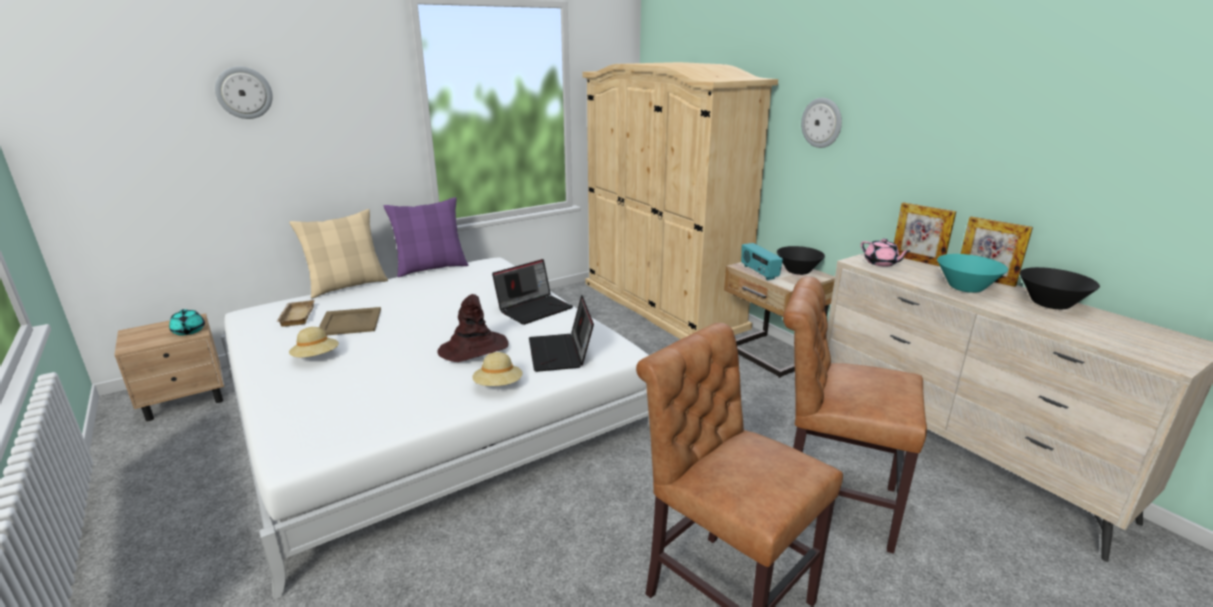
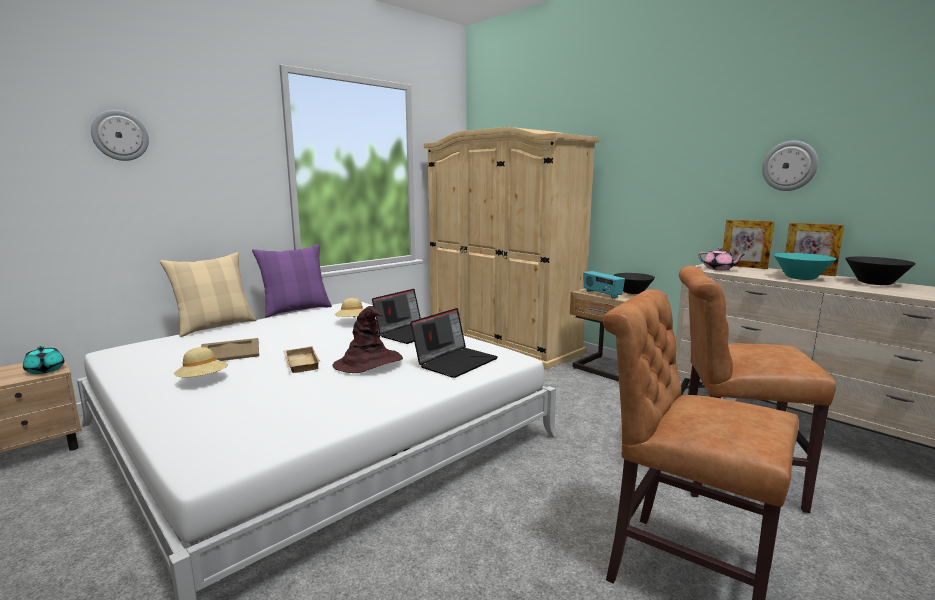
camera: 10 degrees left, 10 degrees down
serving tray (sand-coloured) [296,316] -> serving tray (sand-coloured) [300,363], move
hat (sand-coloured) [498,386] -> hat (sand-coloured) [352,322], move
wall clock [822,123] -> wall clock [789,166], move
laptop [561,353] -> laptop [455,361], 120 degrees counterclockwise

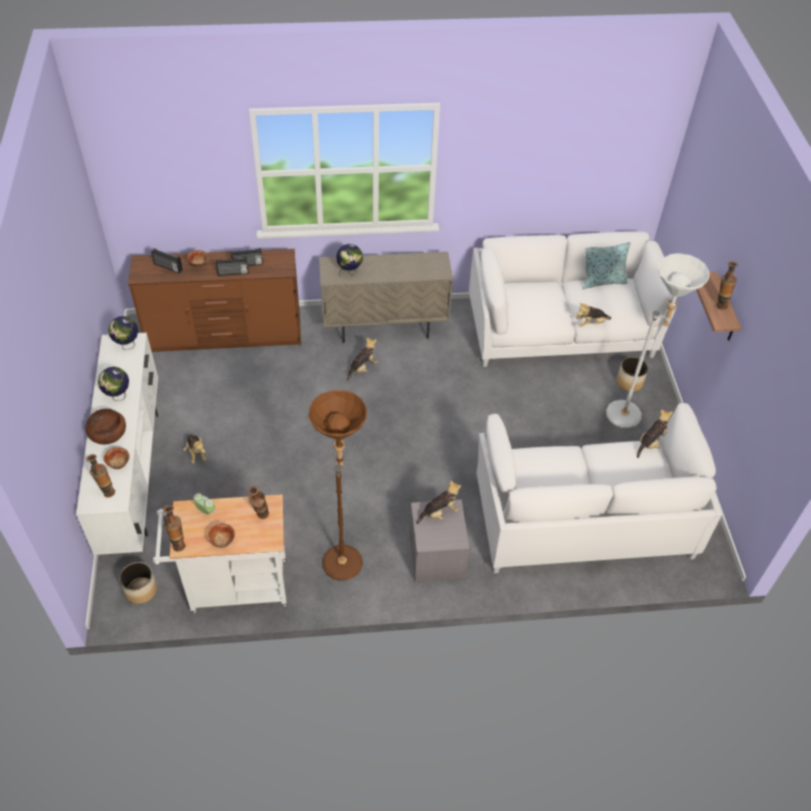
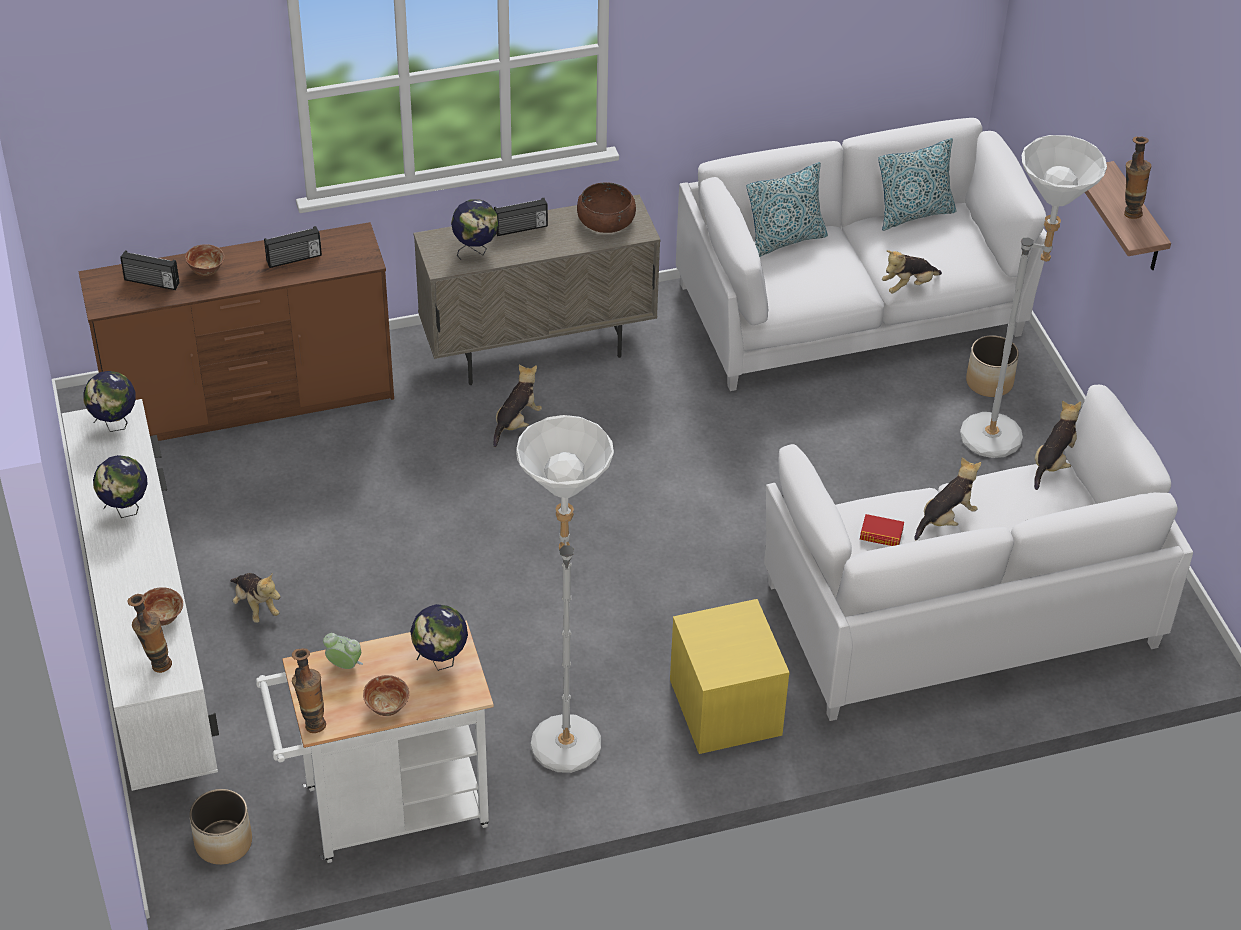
camera: 10 degrees left, 5 degrees down
none -> throw pillow [785,240]
none -> volume [881,535]
deep dish (brown-coloured) [107,433] -> deep dish (brown-coloured) [606,220], move
radio [233,273] -> radio [521,229], move
plush toy [439,512] -> plush toy [946,519], move
vase [261,517] -> desk globe [440,661]
standing lamp (brown-coloured) [343,555] -> standing lamp (white-coloured) [564,732]
night table (grey) [436,556] -> night table (yellow) [725,709]

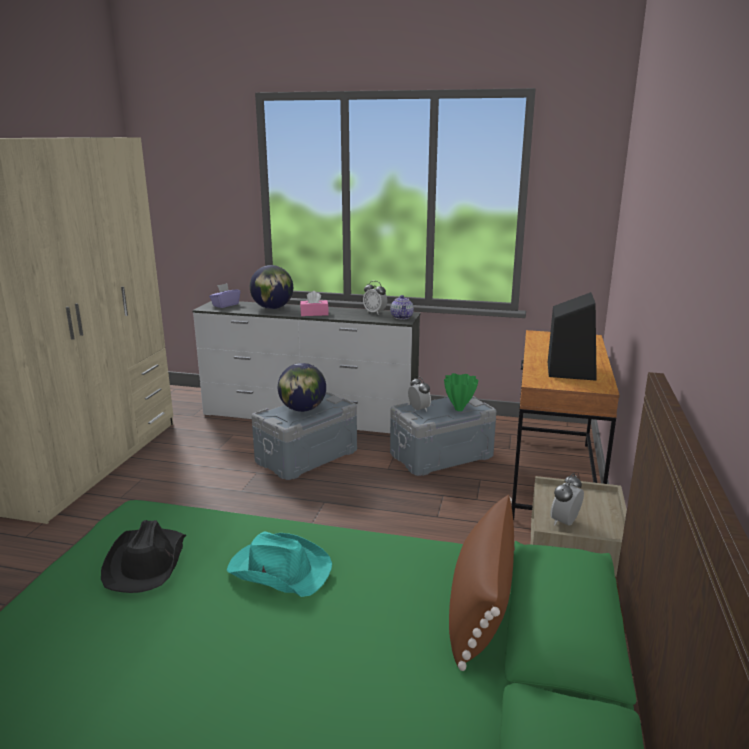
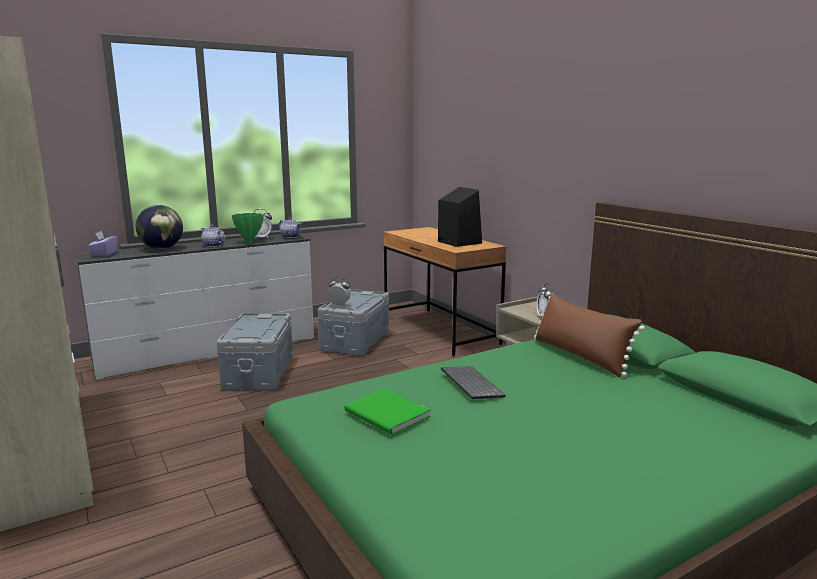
camera: 45 degrees left, 5 degrees down
desk globe [302,409] -> none
vase (green-coloured) [459,409] -> vase (green-coloured) [249,242], move
hat (black-coloured) [146,562] -> volume (green-coloured) [387,415]
hat (turquoise) [279,569] -> computer keyboard [469,384]
tissue holder (pink-coloured) [314,314] -> teapot [213,245]

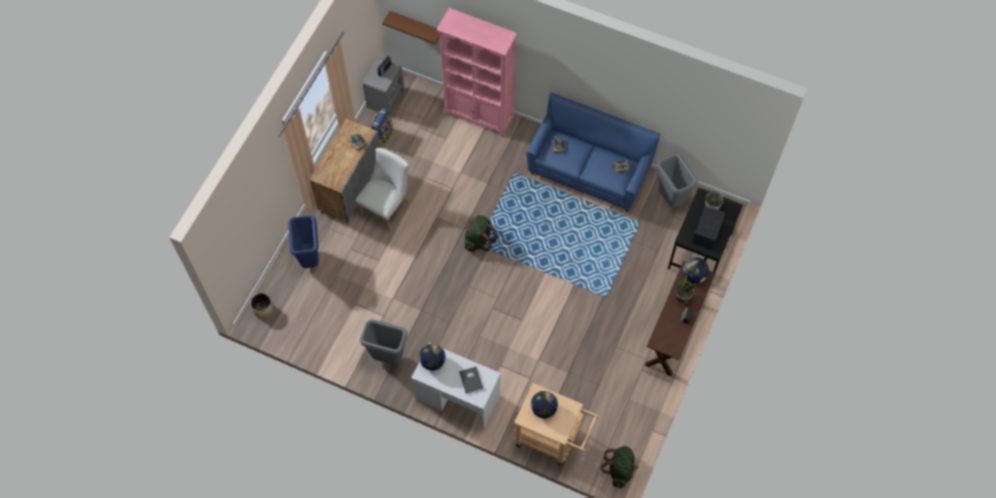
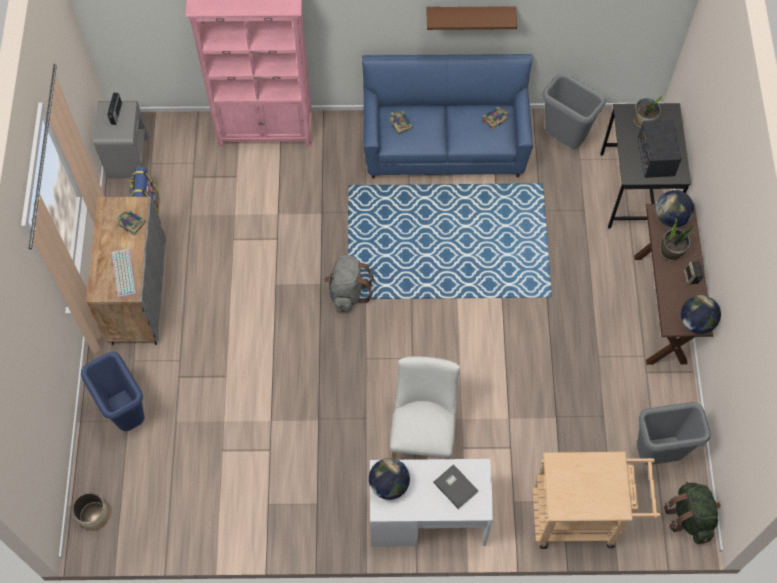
camera: 25 degrees left, 0 degrees up
none -> computer keyboard [122,273]
upright chair (white-coloured) [387,206] -> upright chair (white-coloured) [423,434], move
waste bin (grey) [388,357] -> waste bin (grey) [657,454], move
wall shelf (brown-coloured) [416,26] -> wall shelf (brown-coloured) [470,16], move
desk globe [543,409] -> desk globe [696,322], move
rucksack (green-coloured) [479,240] -> rucksack (grey) [348,292]

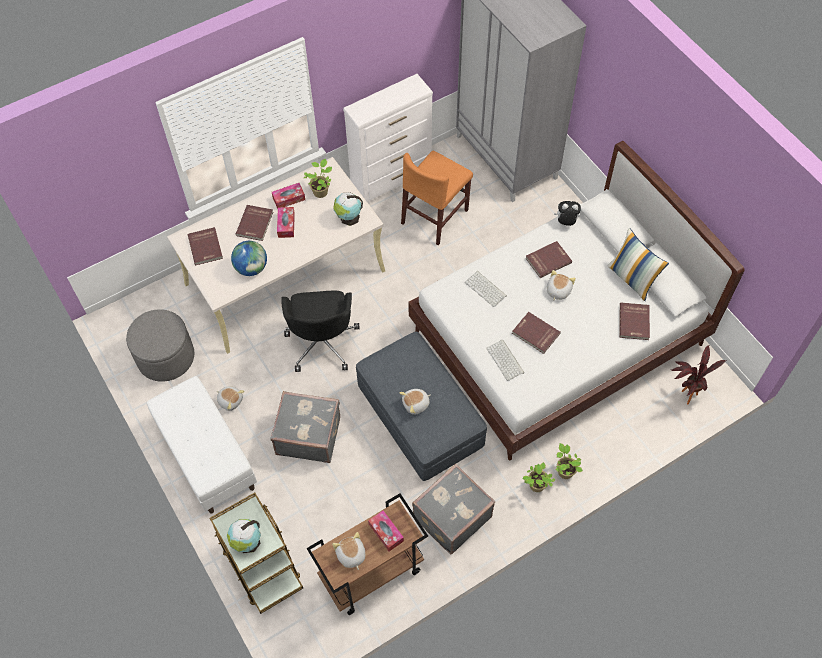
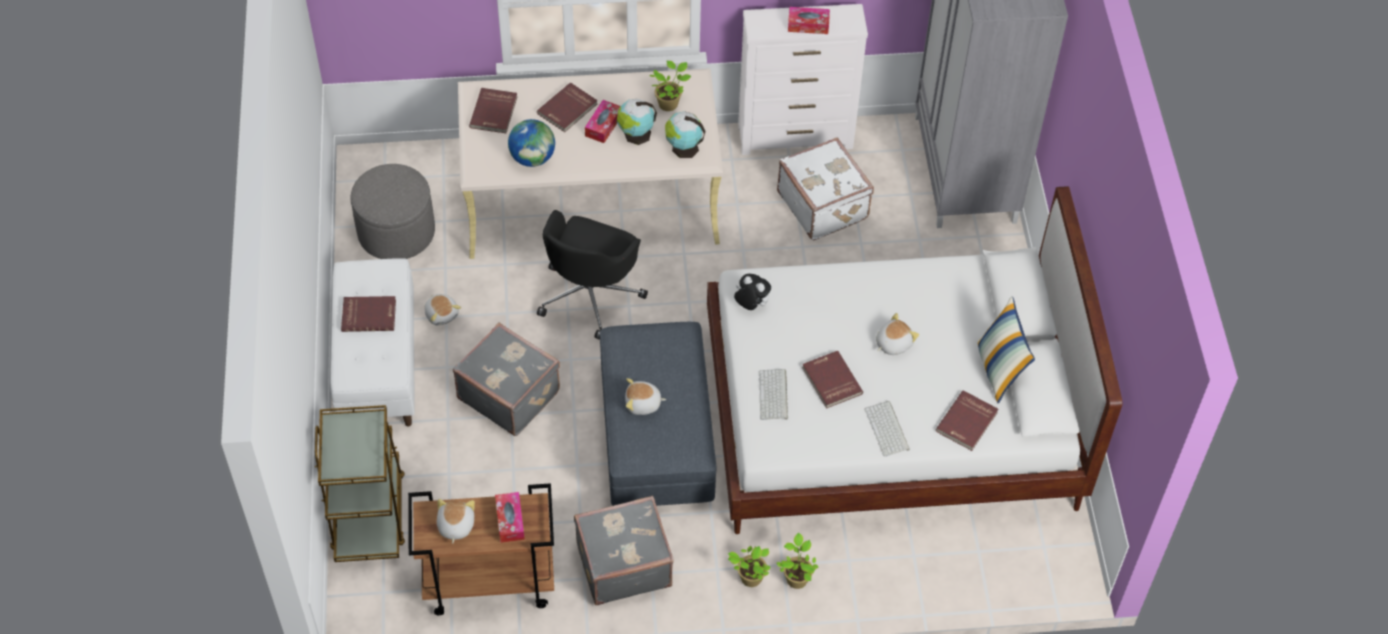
camera: 25 degrees right, 5 degrees down
houseplant [684,394] -> none
desk globe [247,543] -> desk globe [636,135], move
tissue holder [289,199] -> tissue holder [808,25], move
computer keyboard [486,289] -> computer keyboard [888,429], move
volume (red) [548,260] -> volume (red) [369,315], move
plush toy [566,222] -> plush toy [751,305], move
upright chair (orange-coloured) [435,216] -> travel case (white-coloured) [823,204]

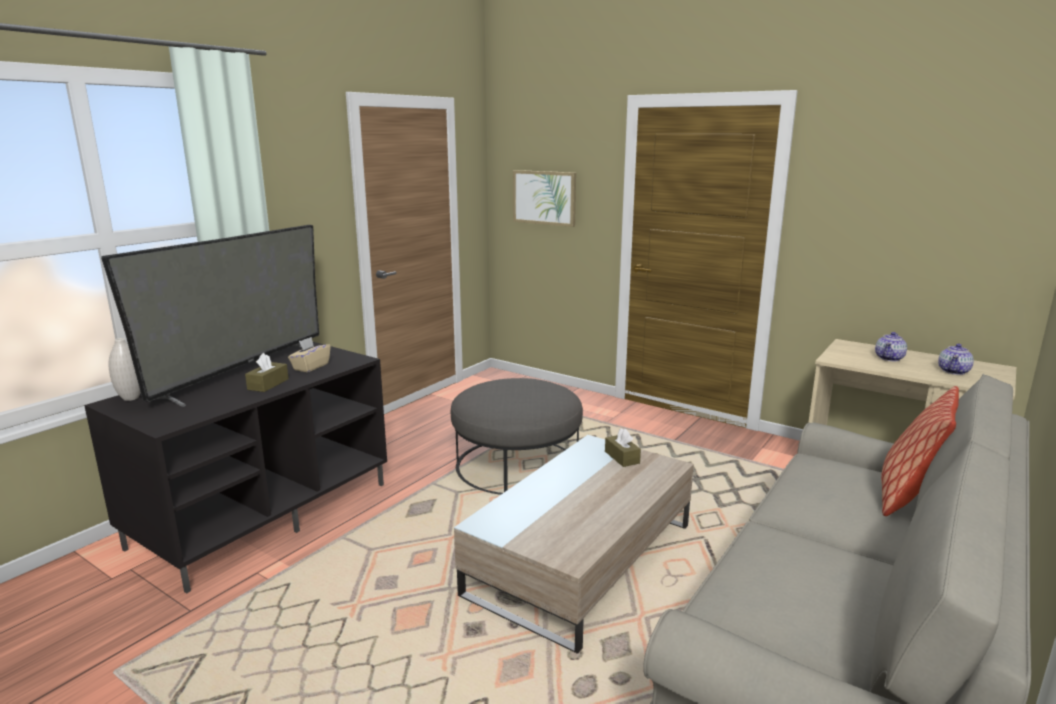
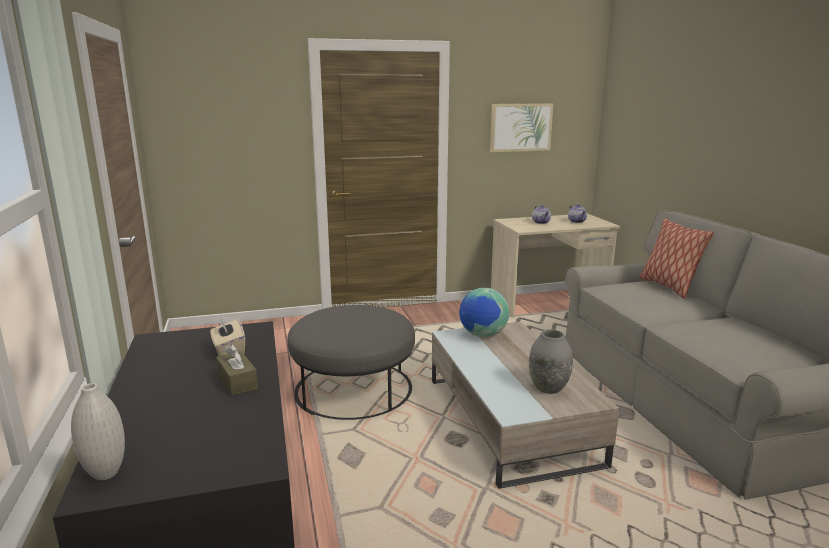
camera: 50 degrees left, 0 degrees up
TV set [243,372] -> none
none -> vase (grey) [548,388]
picture [544,197] -> picture [520,127], move
tissue holder (brown-coloured) [622,457] -> desk globe [482,335]

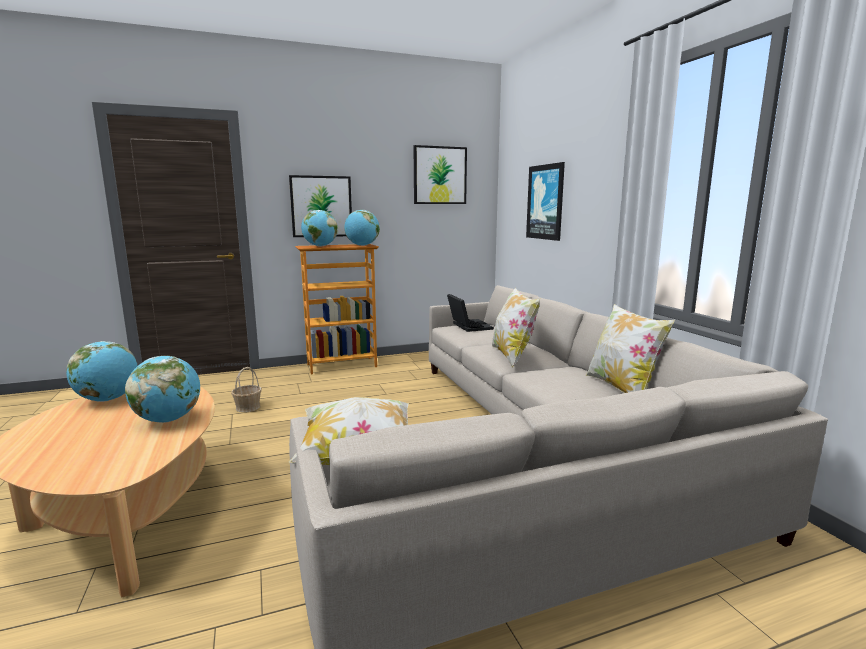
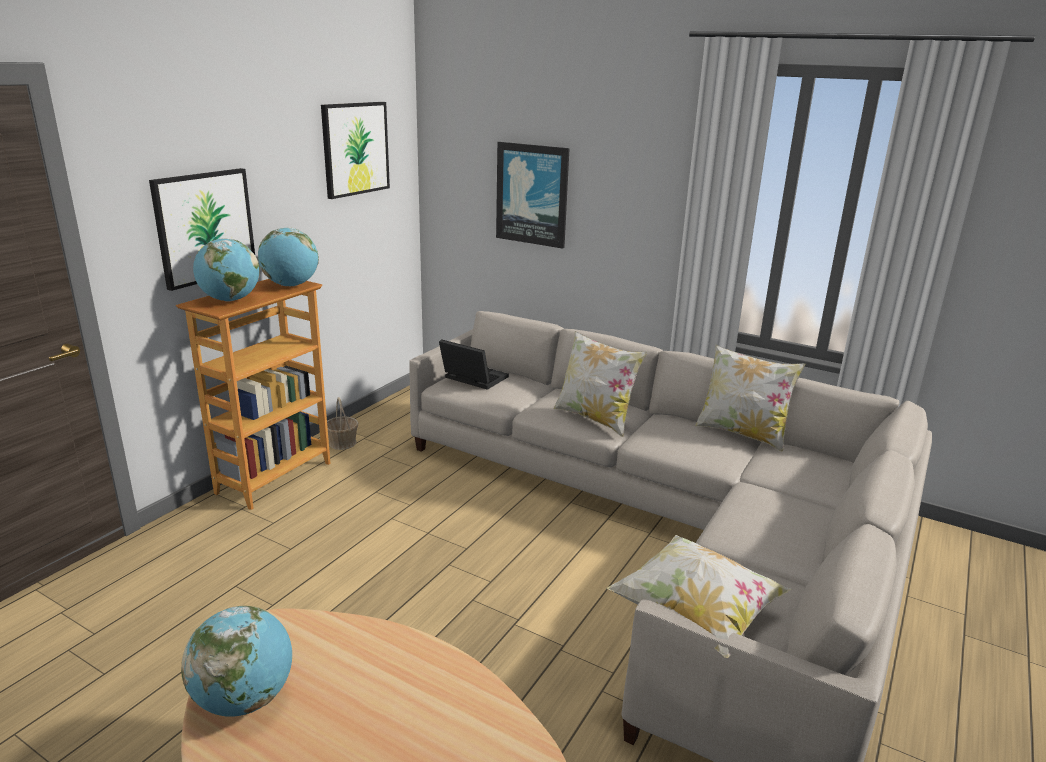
camera: 40 degrees left, 10 degrees up
desk globe [168,419] -> none
storage basket [247,407] -> storage basket [342,443], move

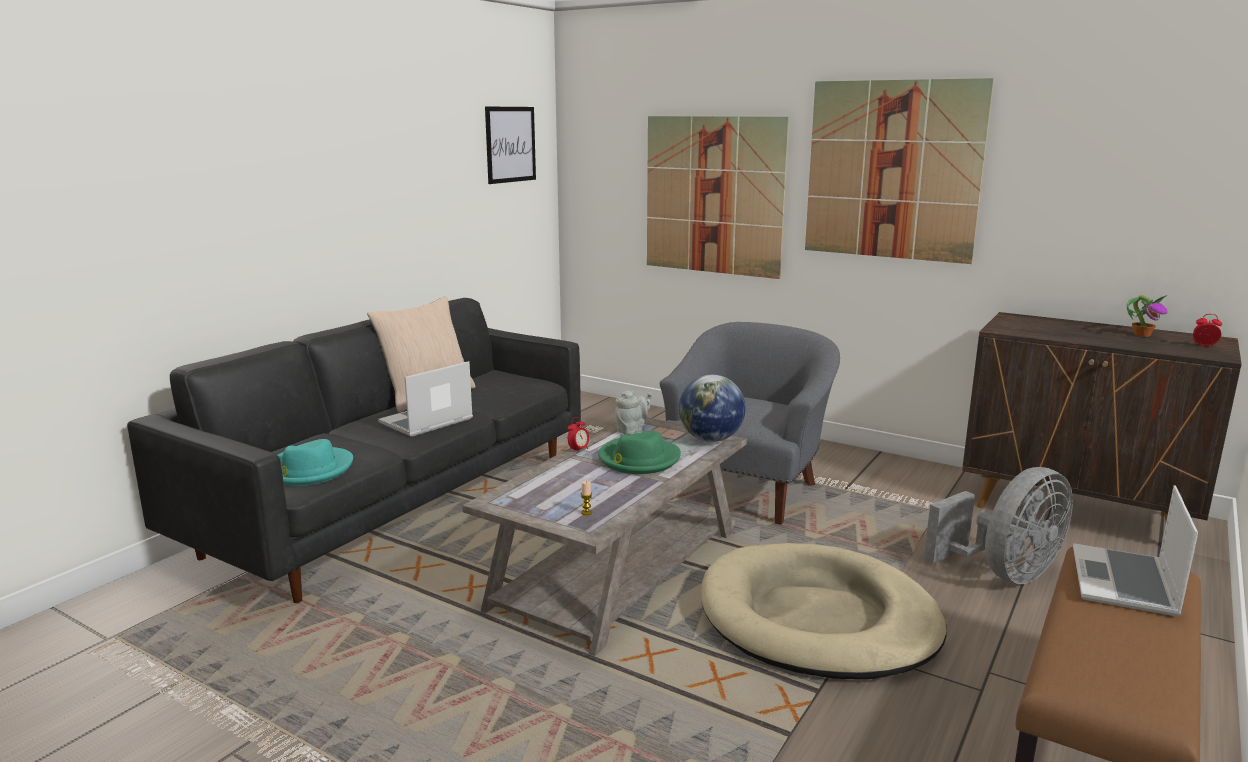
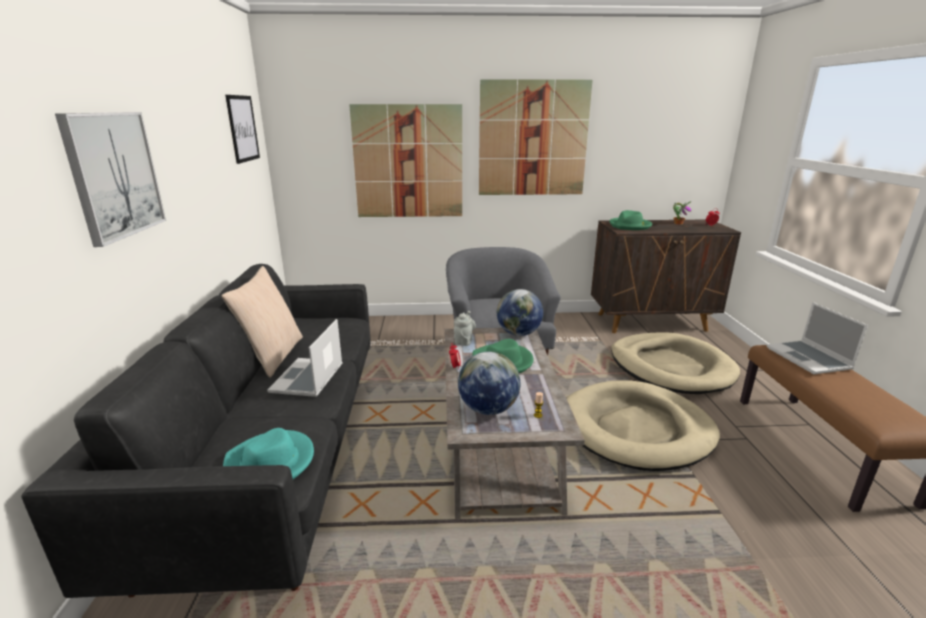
camera: 35 degrees left, 5 degrees up
none -> picture [114,175]
none -> desk globe [488,409]
none -> hat (green-coloured) [630,226]
fan (grey) [1004,573] -> dog bed (sand-coloured) [670,367]

